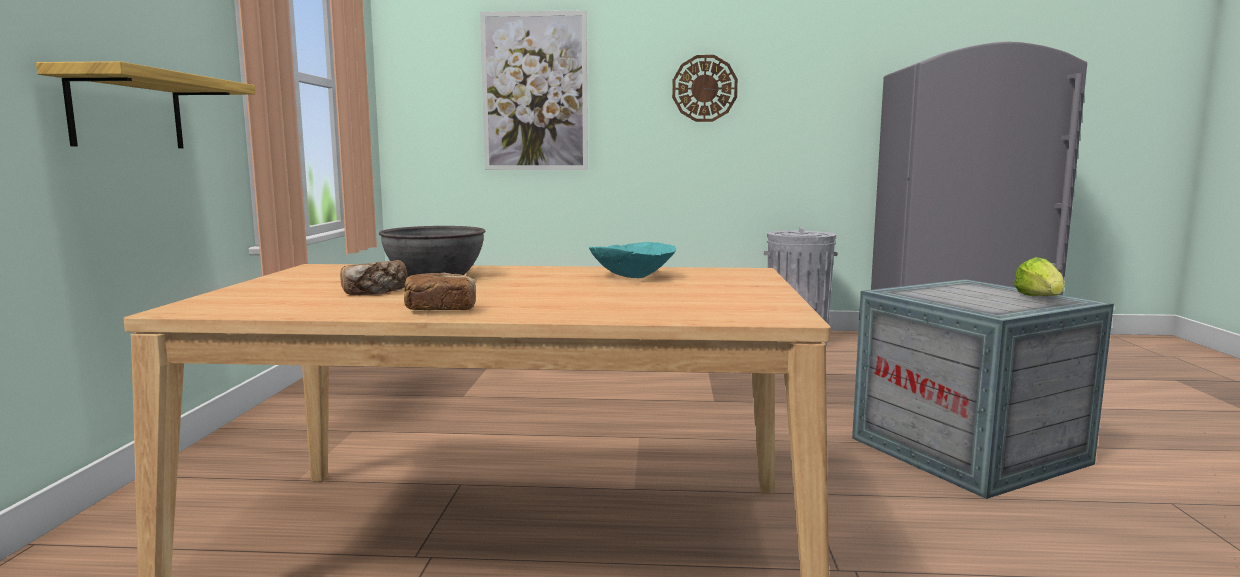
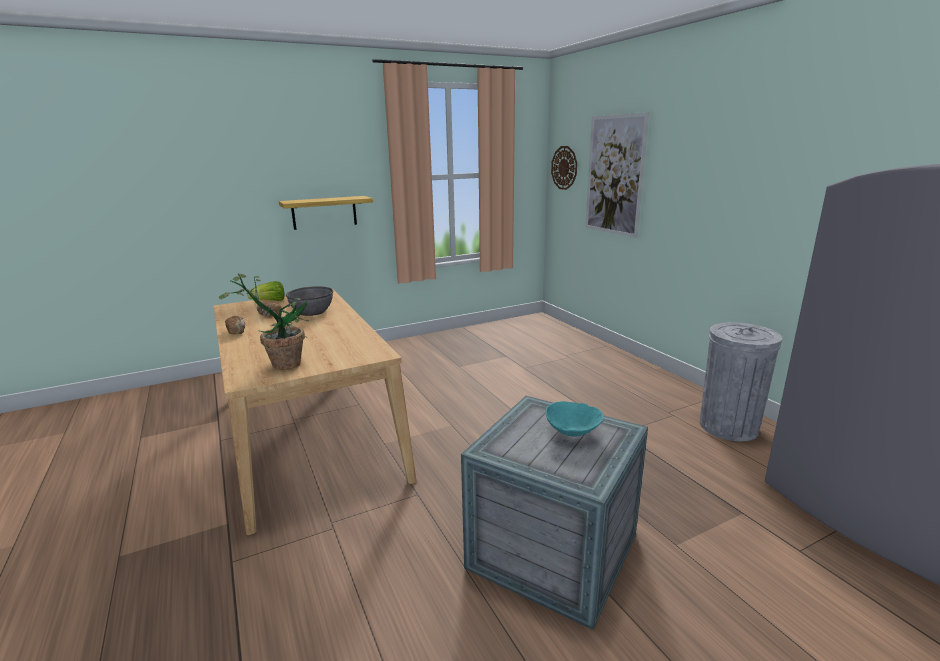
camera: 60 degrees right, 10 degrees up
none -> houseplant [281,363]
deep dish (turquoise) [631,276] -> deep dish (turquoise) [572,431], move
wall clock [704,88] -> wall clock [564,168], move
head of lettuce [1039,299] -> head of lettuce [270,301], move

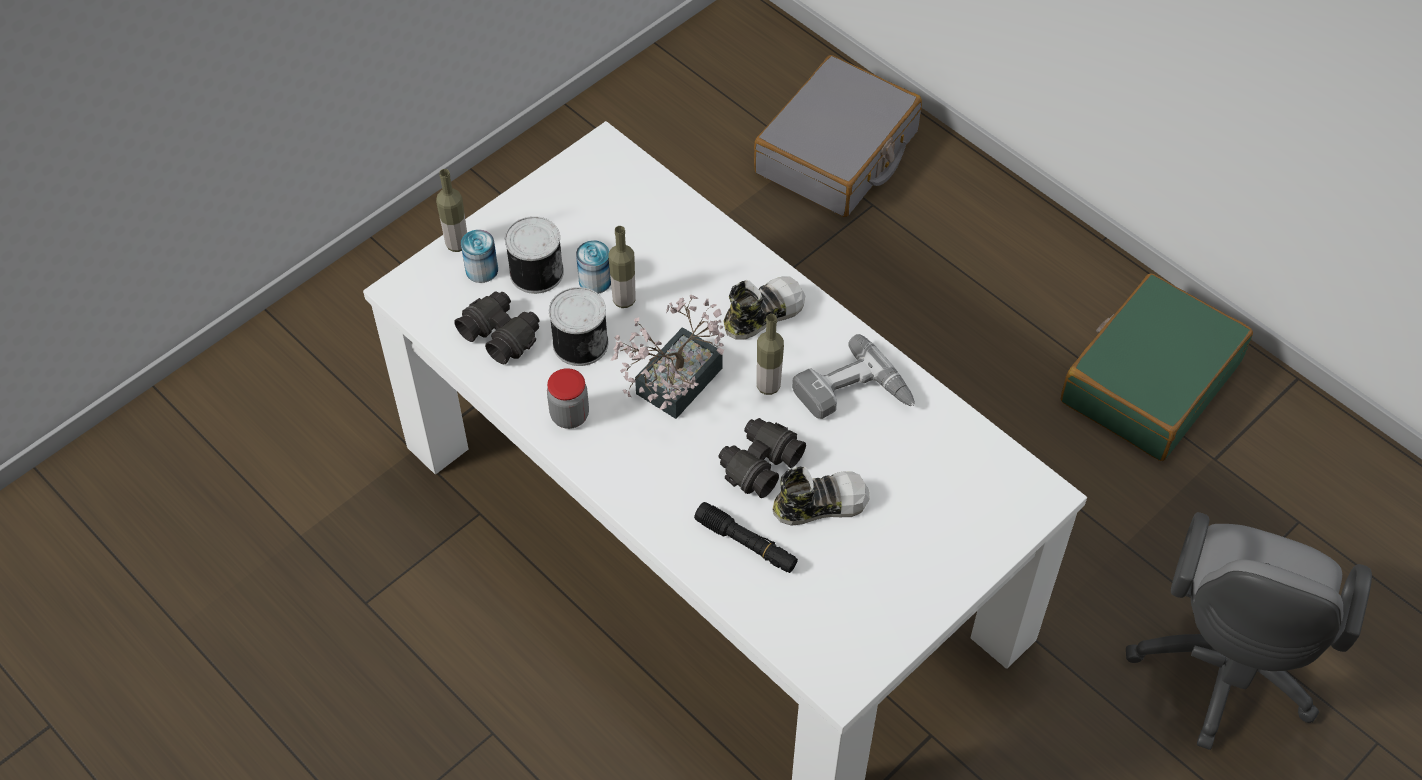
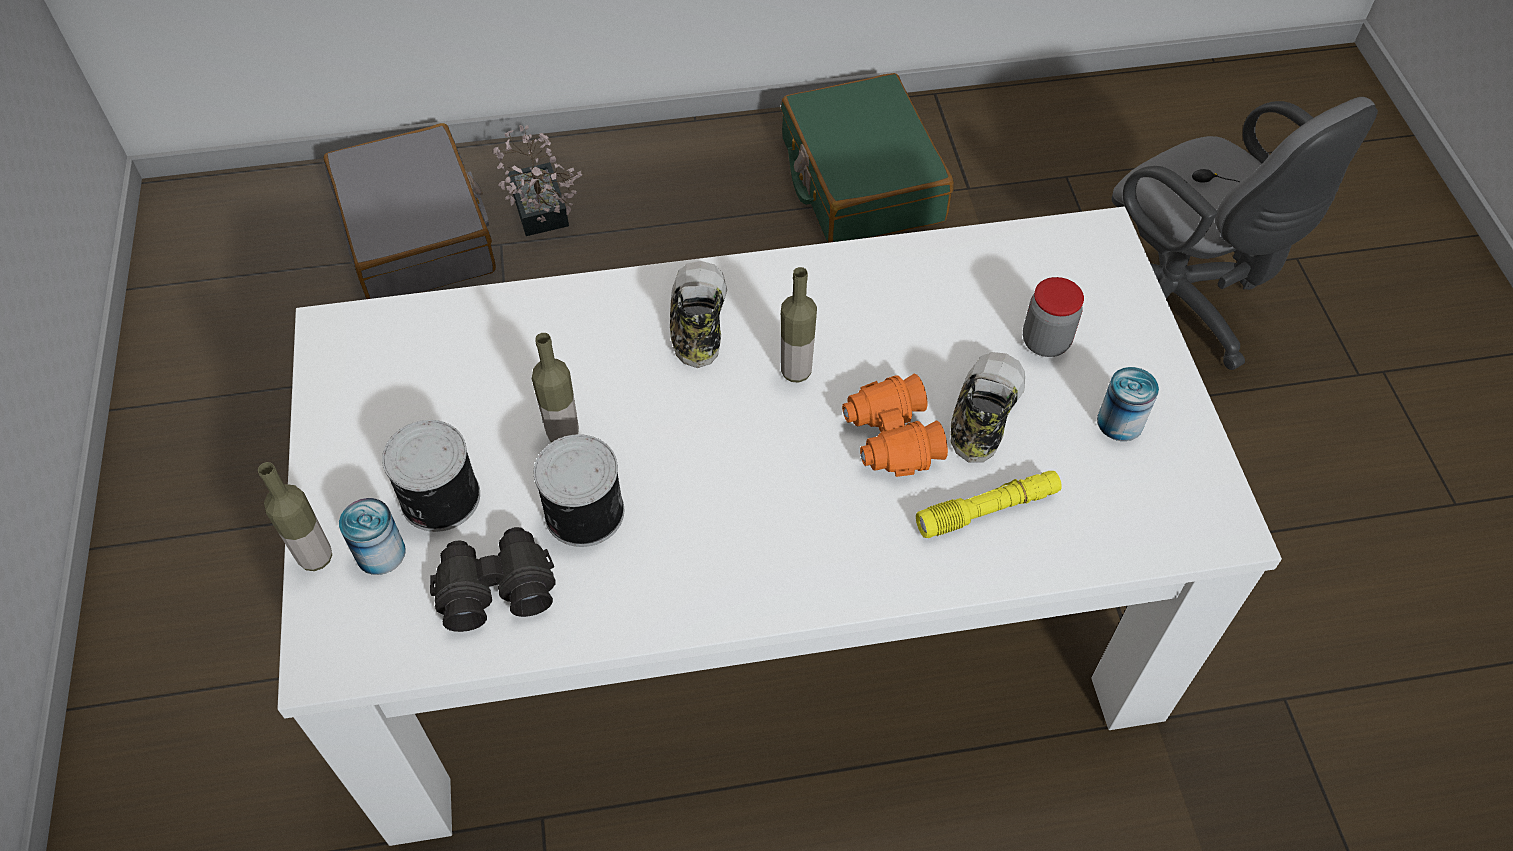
camera: 55 degrees left, 0 degrees up
power drill [853,396] -> none
jar [569,415] -> jar [1045,342], move
sealed can [595,281] -> sealed can [1120,422], move
houseplant [671,387] -> houseplant [541,214], move
torch (black-coloured) [746,543] -> torch (yellow) [987,510]
pair of binoculars (black-coloured) [759,463] -> pair of binoculars (orange-coloured) [891,438]

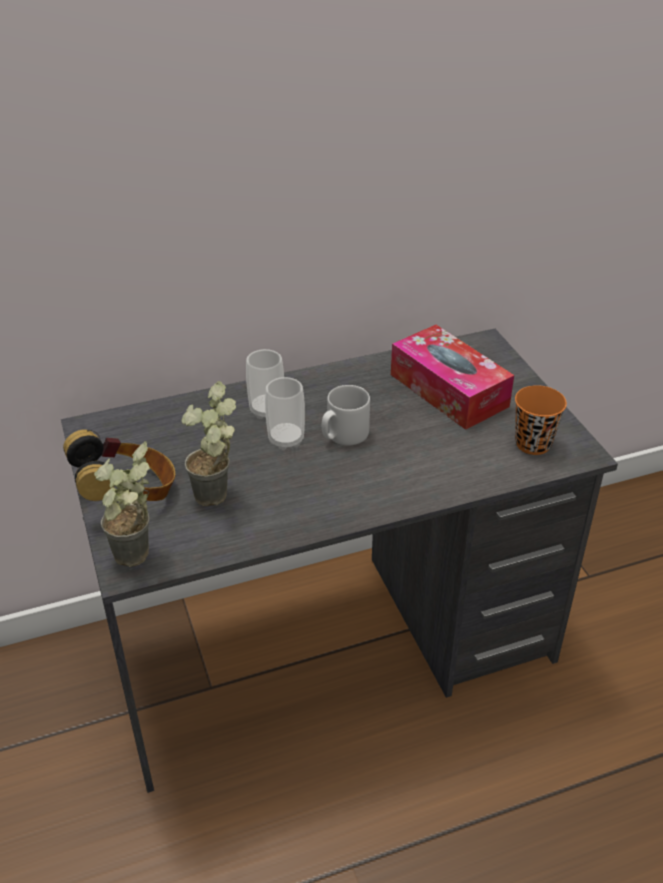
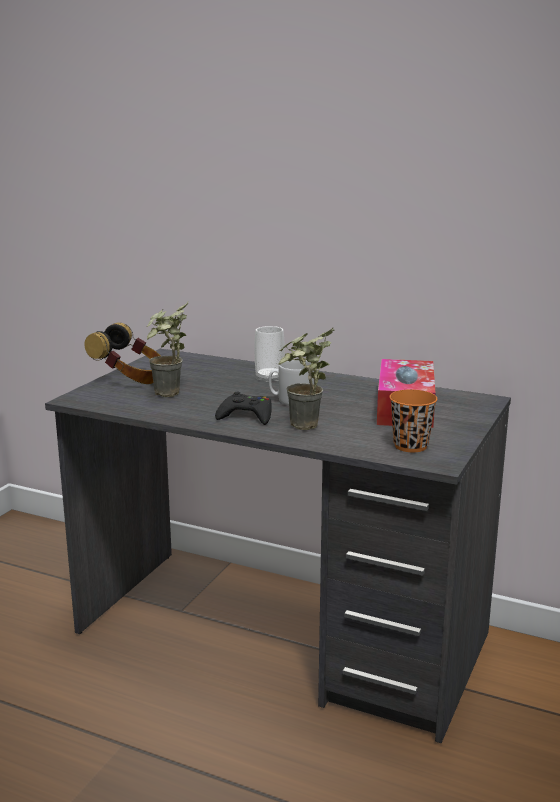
camera: 45 degrees right, 20 degrees down
small cup [286,439] -> none
none -> gamepad (black-coloured) [246,416]
houseplant [136,562] -> houseplant [302,428], move

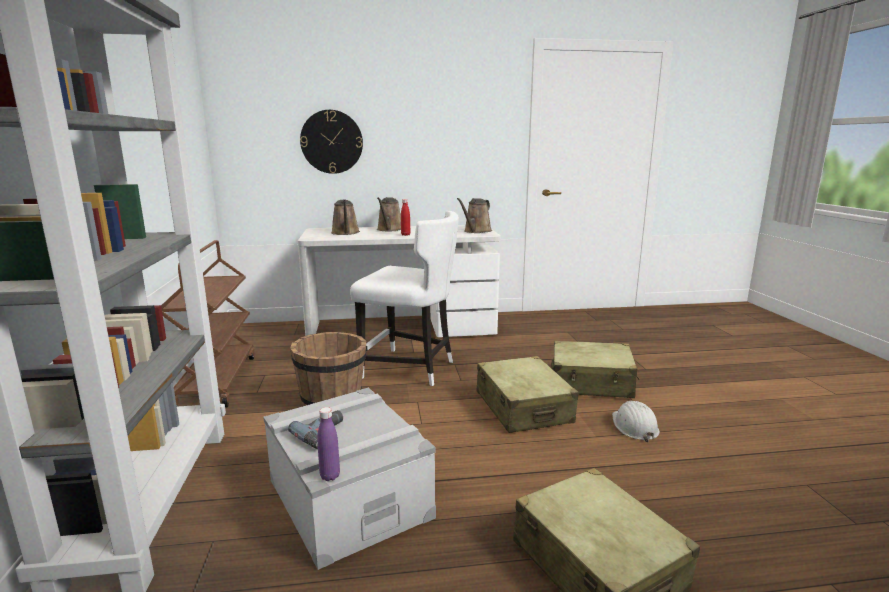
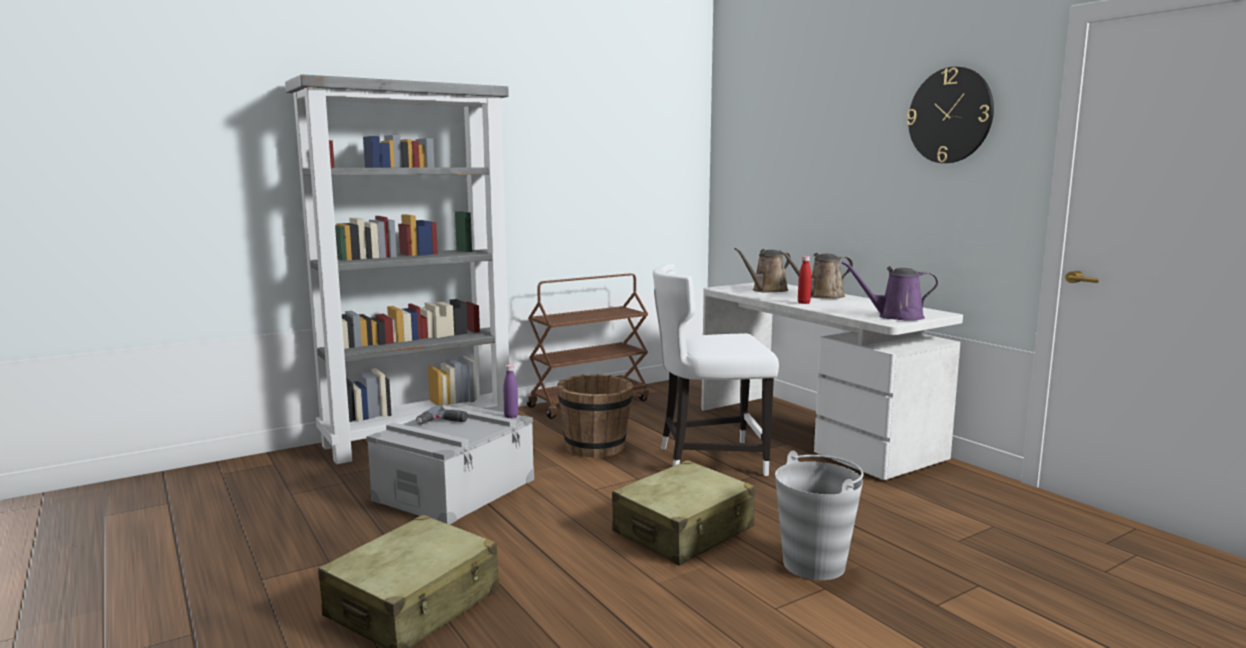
camera: 65 degrees right, 5 degrees down
work helmet (white-coloured) [634,426] -> none
wall clock [331,142] -> wall clock [950,115], move
bottle (purple) [330,476] -> bottle (purple) [511,416], move
travel case (sand-coloured) [591,383] -> bucket (grey) [814,564]
sprinkling can (brown-coloured) [476,231] -> sprinkling can (purple) [896,317]
upright chair (white-coloured) [410,369] -> upright chair (white-coloured) [709,459], 90 degrees clockwise

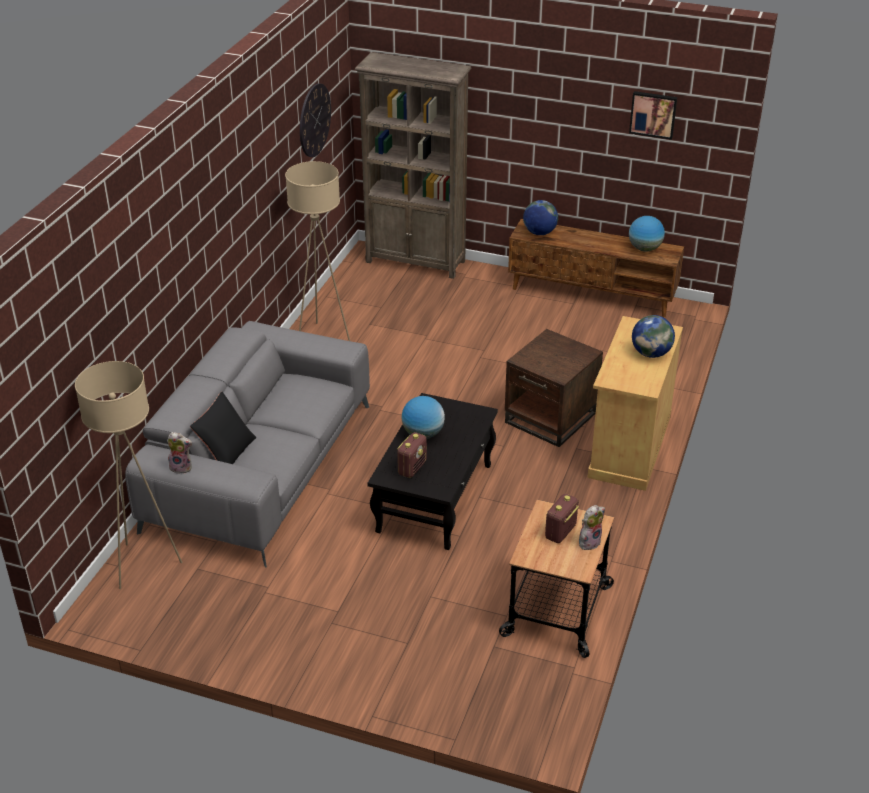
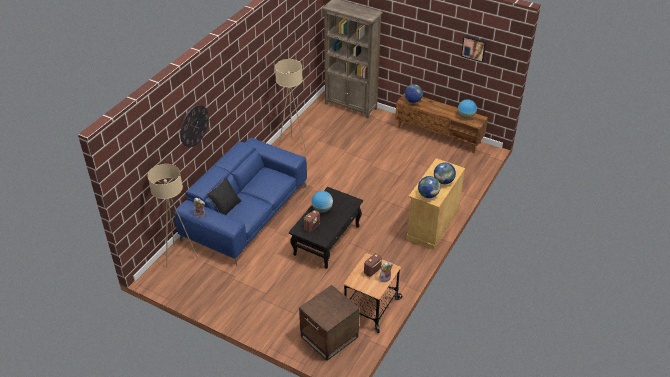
camera: 10 degrees right, 5 degrees up
none -> desk globe [428,195]
wall clock [314,120] -> wall clock [194,126], move
end table (brown-coloured) [551,418] -> end table (brown-coloured) [329,337], move
sofa (grey) [260,466] -> sofa (blue) [245,212]

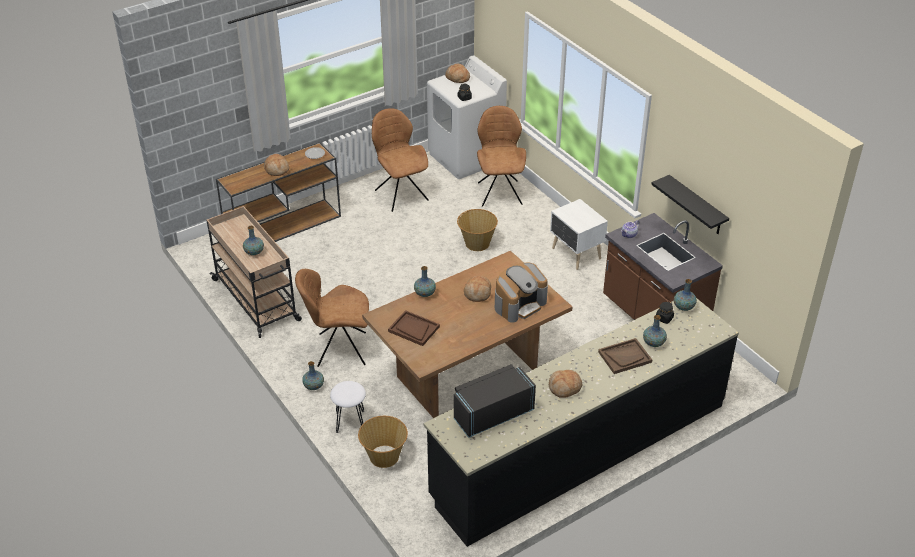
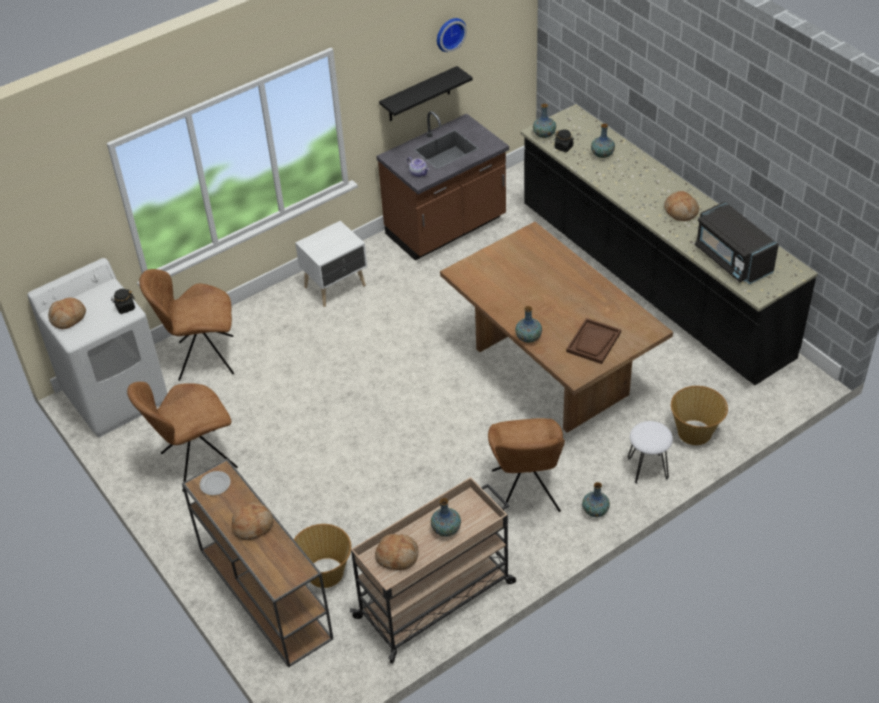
camera: 90 degrees left, 5 degrees up
coffee maker [519,304] -> none
serving tray (brown-coloured) [625,357] -> none
none -> wall clock [449,33]
storage basket [477,243] -> storage basket [325,573], move
bread [477,293] -> bread [397,556], move

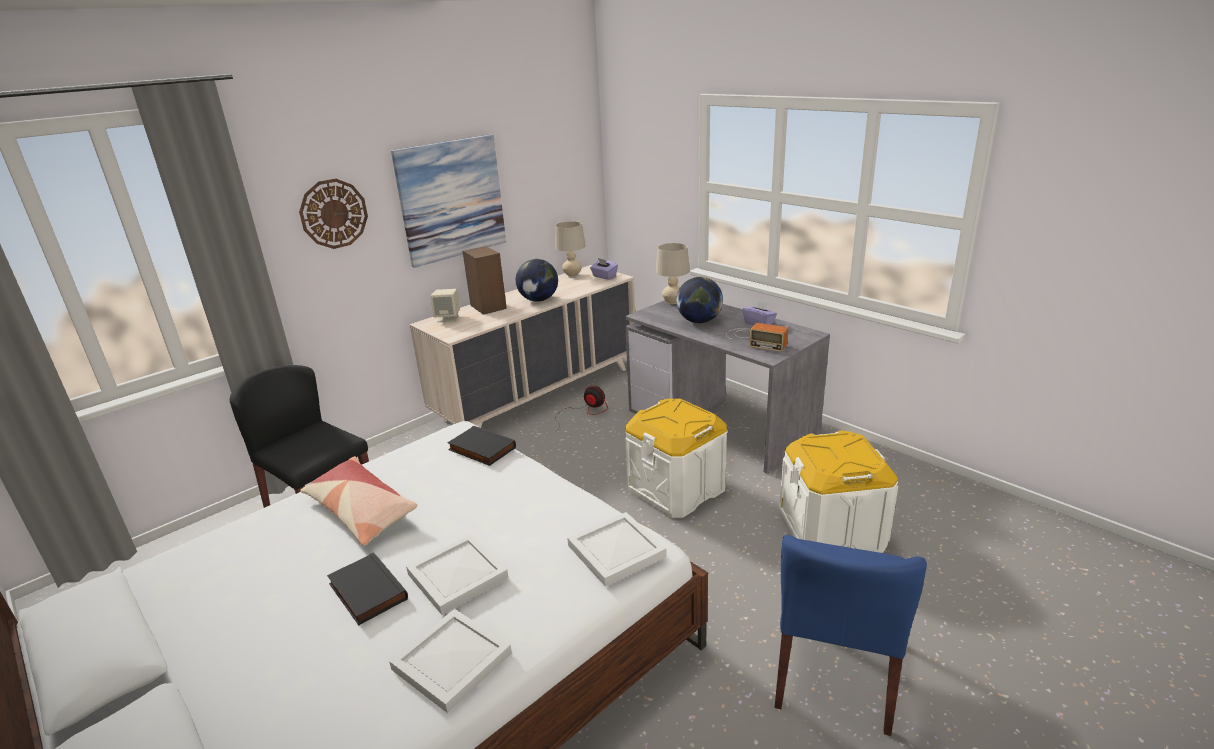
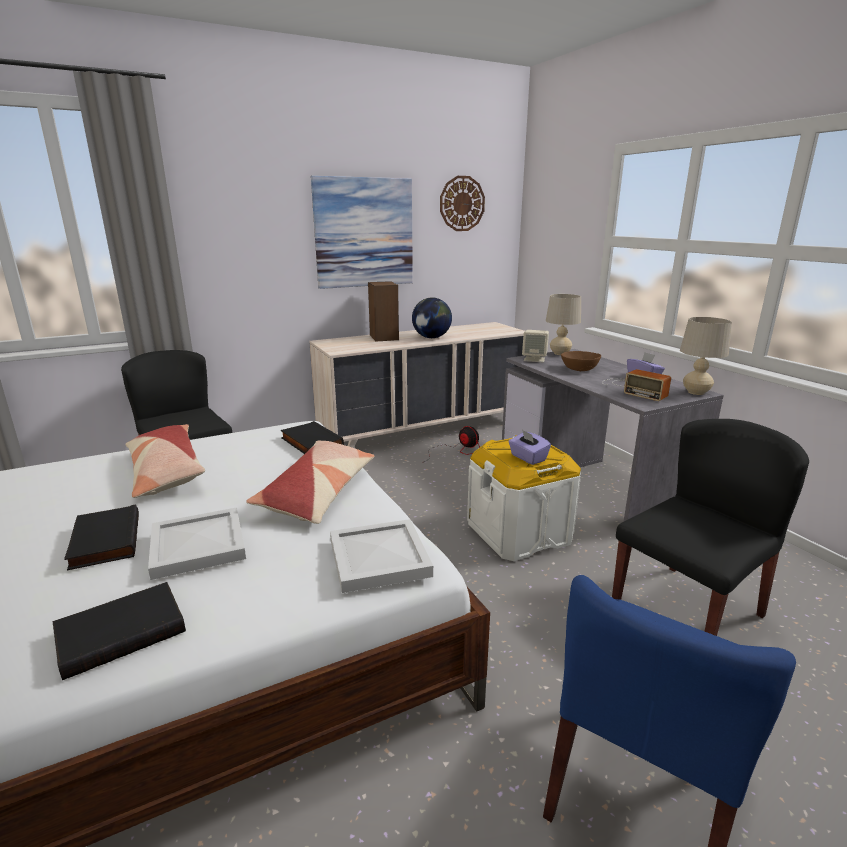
camera: 15 degrees right, 5 degrees down
none -> throw pillow [319,492]
wall clock [334,213] -> wall clock [462,203], move
audio speaker (sand-coloured) [448,318] -> audio speaker (sand-coloured) [534,359], move
tabletop lamp (sand-coloured) [572,275] -> tabletop lamp (sand-coloured) [696,392], move
tissue holder (purple) [604,276] -> tissue holder (purple) [527,458], move
serving tray (white-coloured) [452,660] -> volume (black-coloured) [122,631]
desk globe [699,321] -> deep dish (brown-coloured) [579,369]
storage bin (white-coloured) [832,530] -> upright chair (black-coloured) [687,612]

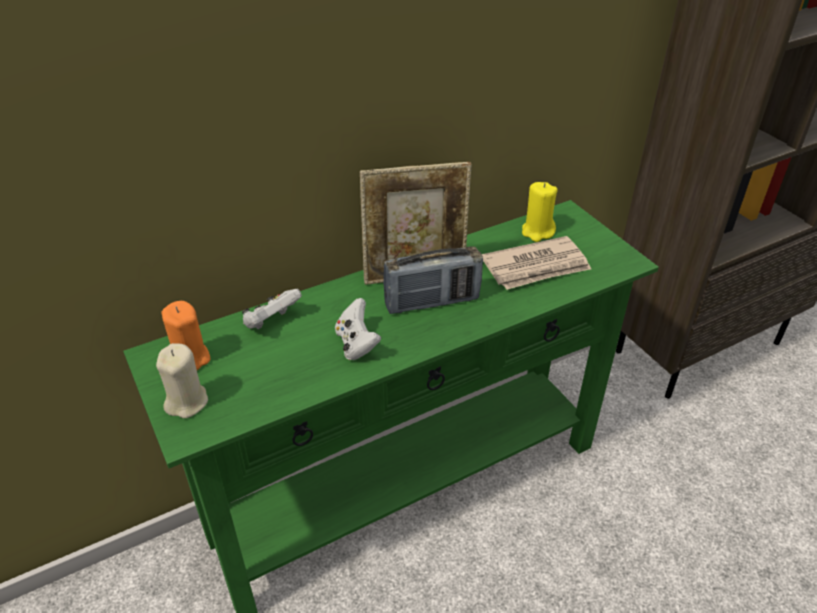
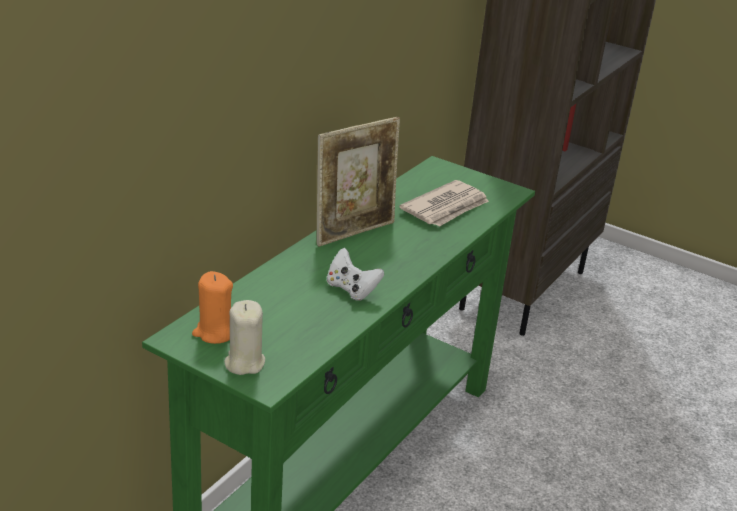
camera: 30 degrees left, 10 degrees down
gamepad (white-coloured) [271,322] -> none
radio [432,302] -> none
candle (yellow) [537,231] -> none

